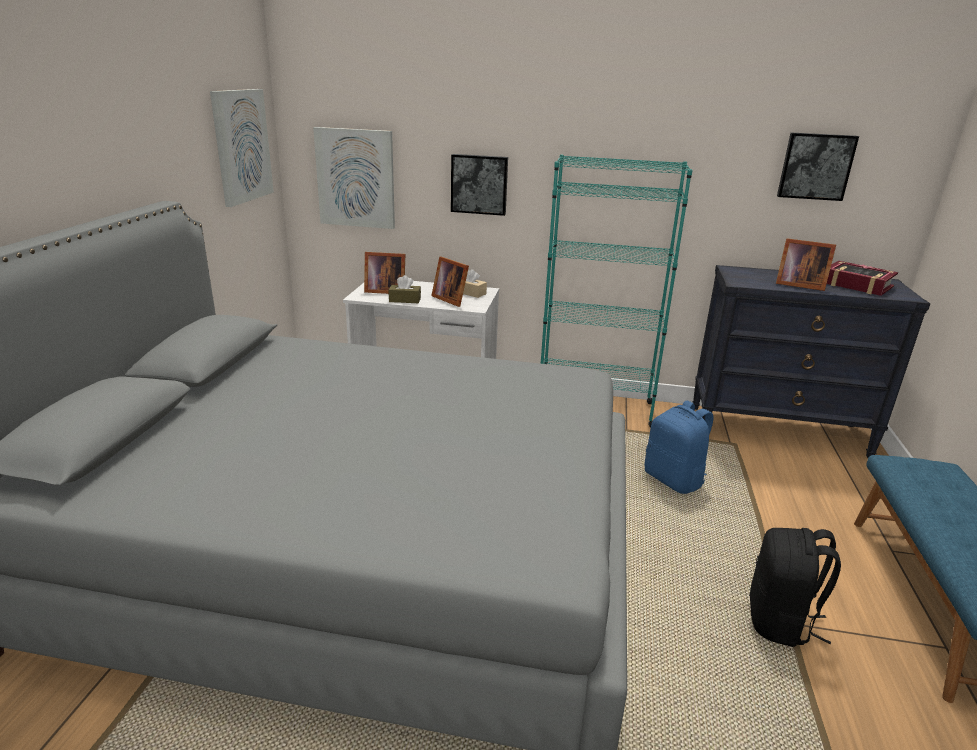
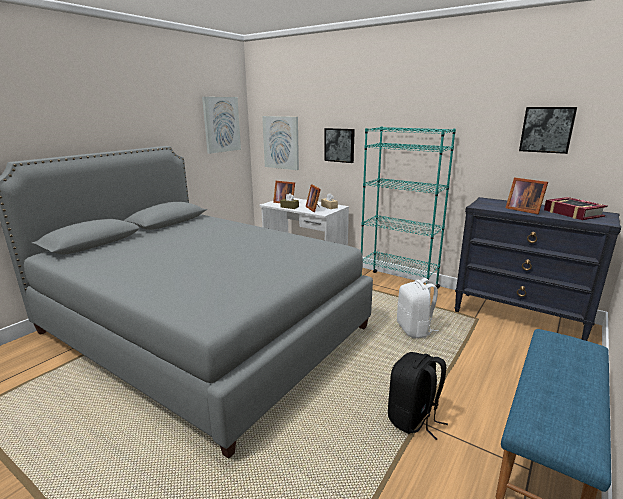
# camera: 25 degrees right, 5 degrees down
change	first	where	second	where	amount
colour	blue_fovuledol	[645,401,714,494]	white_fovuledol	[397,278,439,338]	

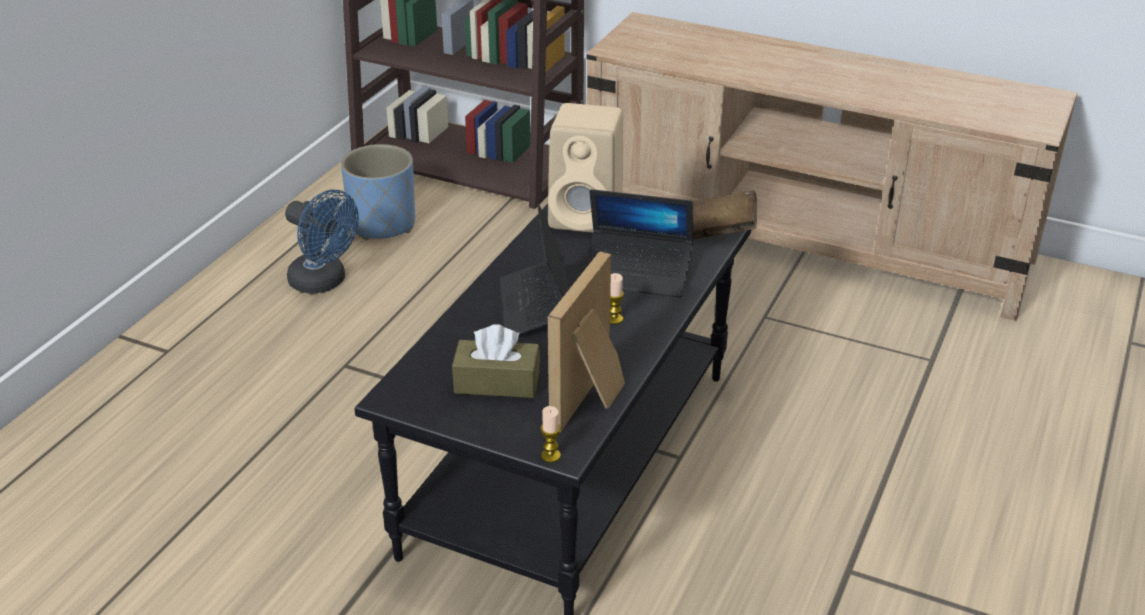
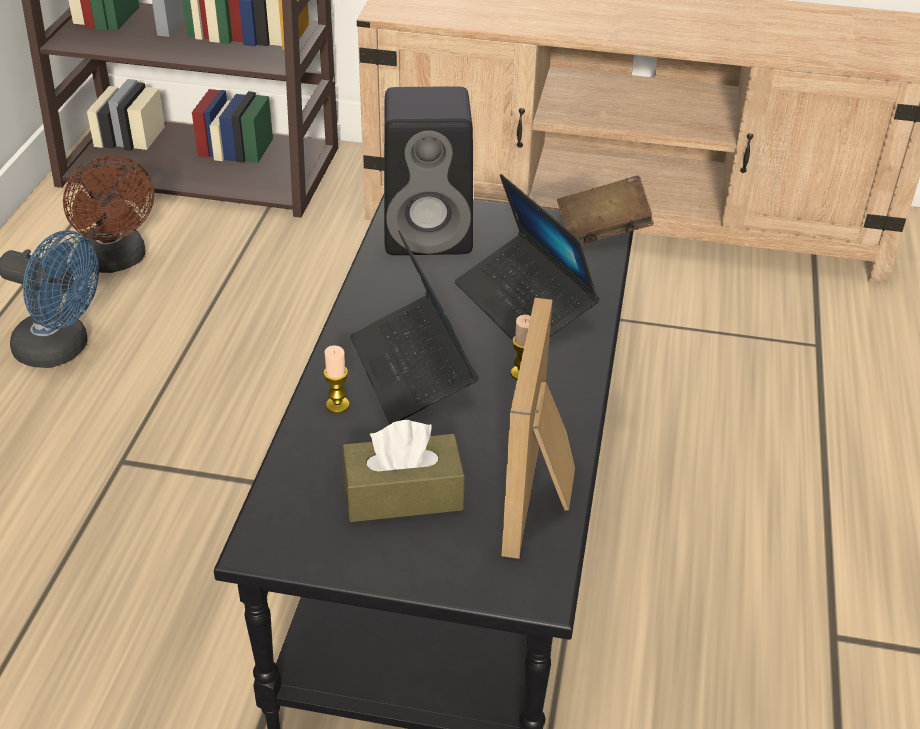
# camera: 15 degrees left, 5 degrees up
change	first	where	second	where	amount
exchanged	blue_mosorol	[341,144,415,240]	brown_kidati	[63,156,154,273]	
relocated	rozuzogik	[541,406,561,463]		[323,345,350,413]	
colour	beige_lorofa	[548,103,623,233]	black_lorofa	[384,86,473,255]	
spun	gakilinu	[584,189,693,298]		[455,174,599,340]	60 degrees clockwise

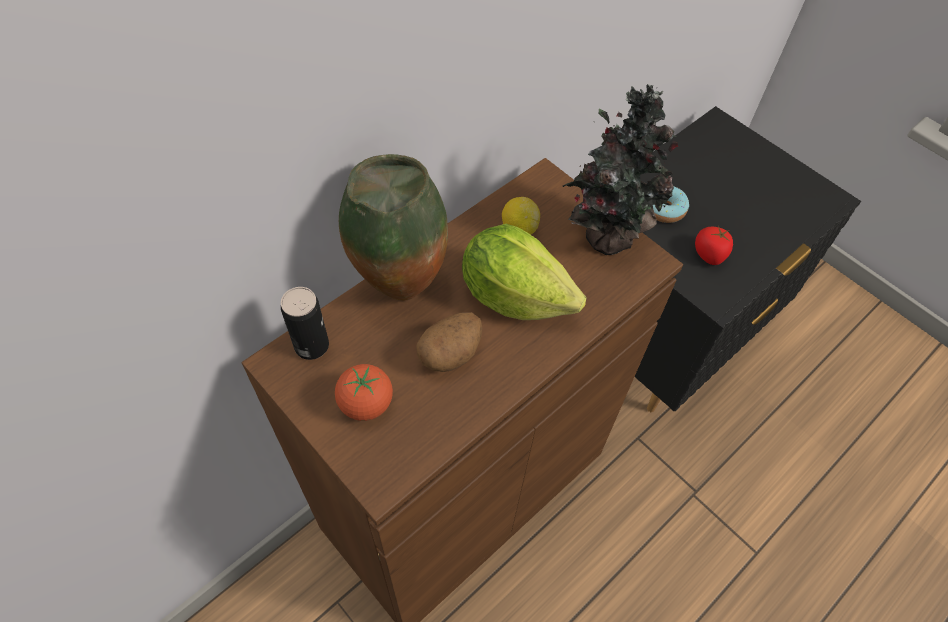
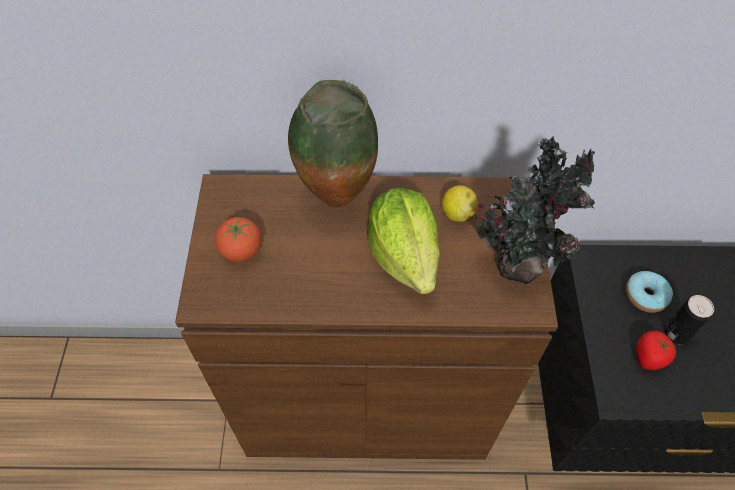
# camera: 45 degrees right, 0 degrees up
change	first	where	second	where	amount
relocated	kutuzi	[281,287,329,360]		[664,295,714,344]	
missing	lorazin	[416,312,483,372]			

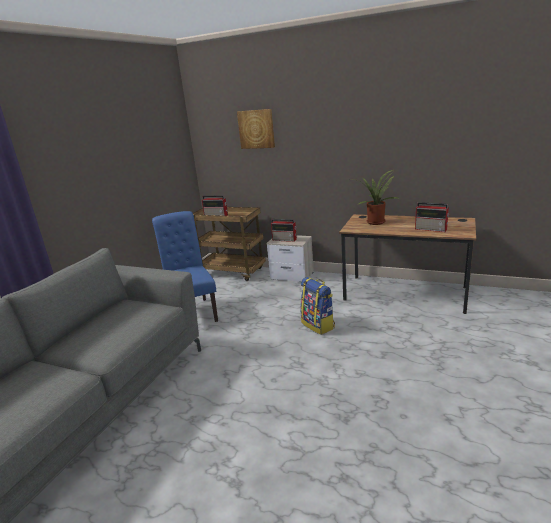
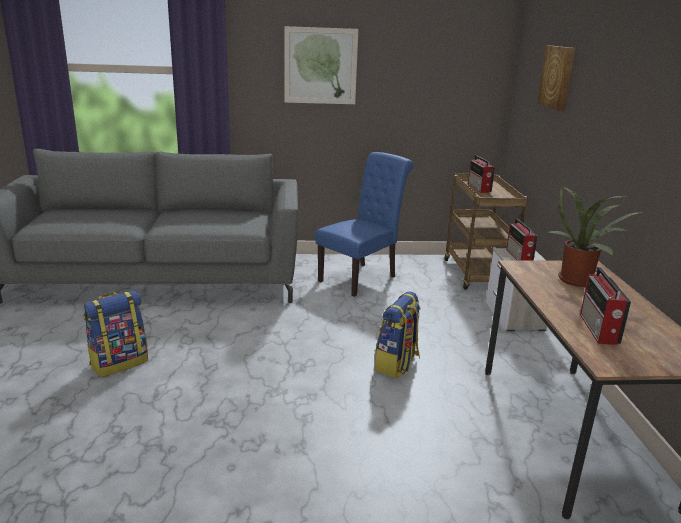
# camera: 60 degrees right, 0 degrees up
change	first	where	second	where	amount
appeared			fovuledol	[83,290,148,377]	
appeared			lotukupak	[285,26,358,104]	

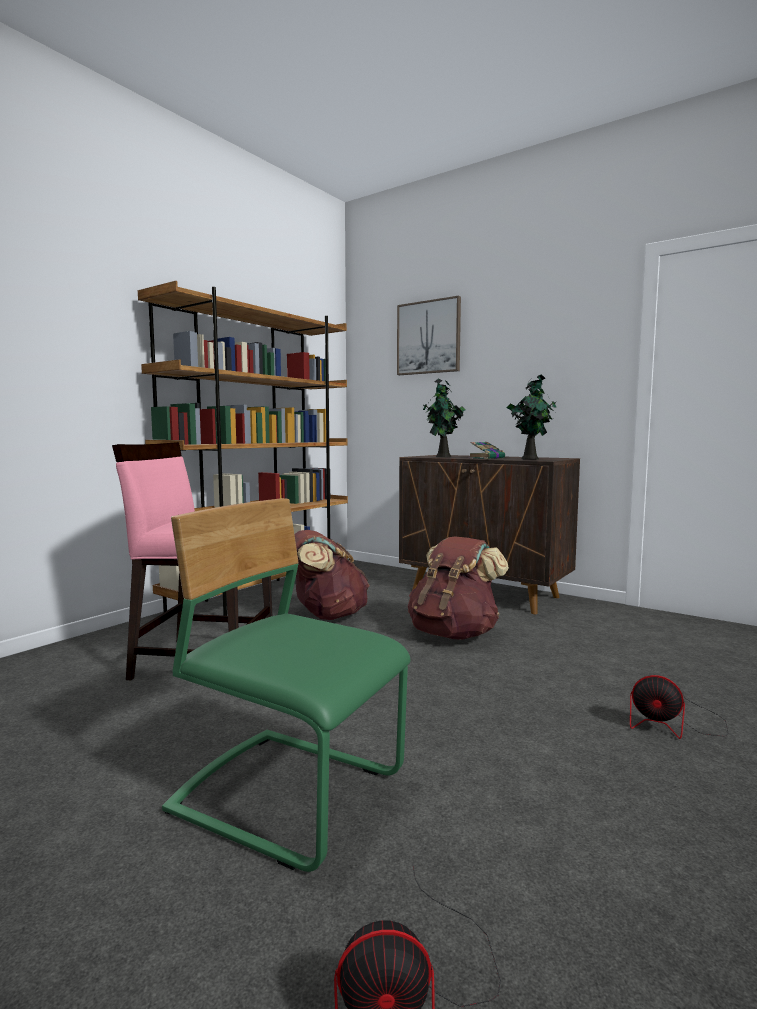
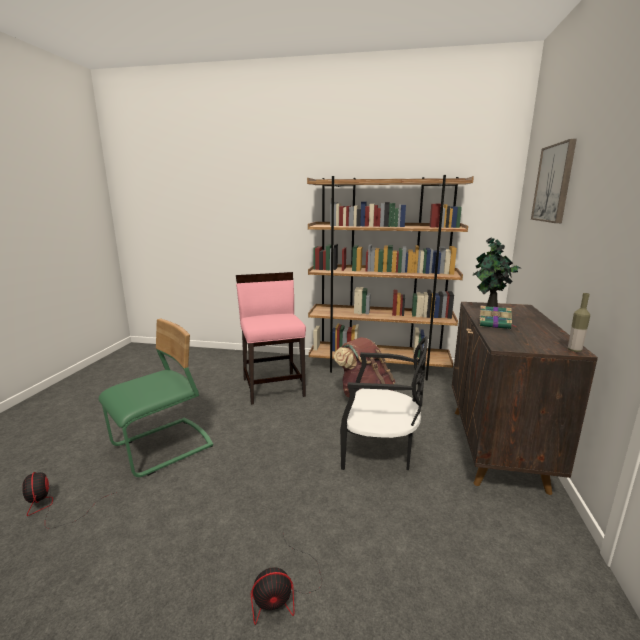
# camera: 65 degrees right, 10 degrees up
change	first	where	second	where	amount
spun	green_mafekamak	[162,498,411,872]		[99,319,213,477]	45 degrees clockwise
spun	kidati	[630,675,729,739]		[251,534,322,625]	105 degrees counterclockwise
exchanged	brown_fovuledol	[408,536,509,640]	black_mafekamak	[340,336,428,470]	
appeared			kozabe	[568,293,590,352]	
missing	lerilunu	[507,374,556,459]			

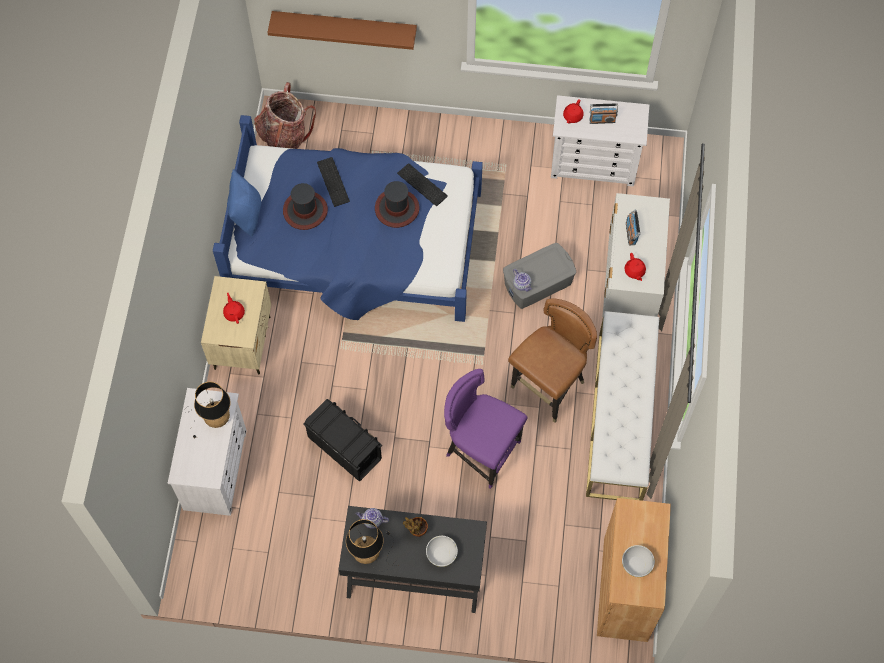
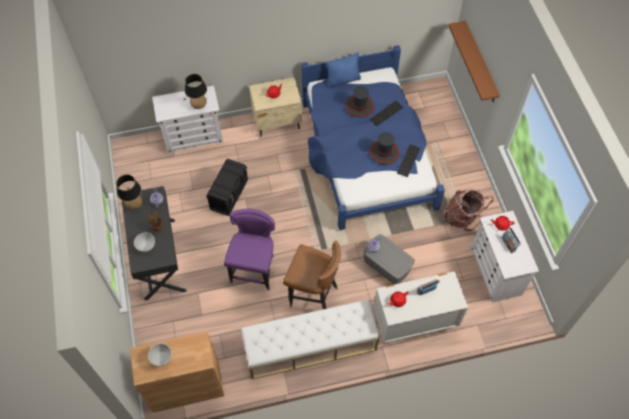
# camera: 70 degrees right, 5 degrees down
change	first	where	second	where	amount
relocated	fovuledol	[254,82,316,149]		[445,189,494,231]	

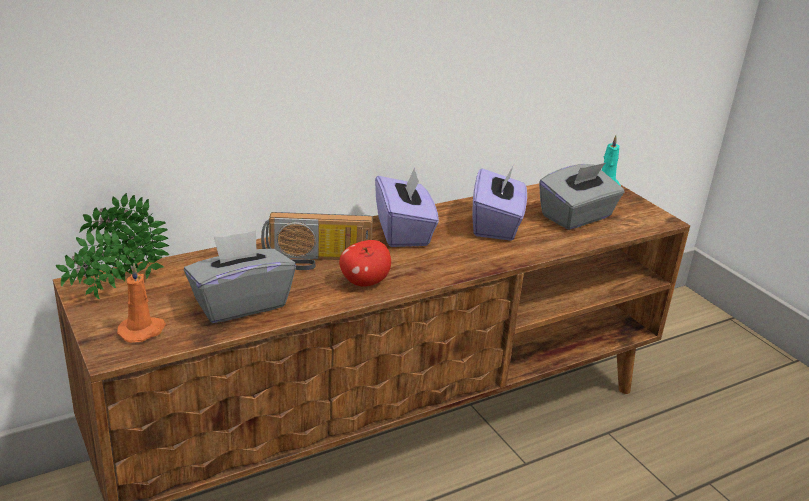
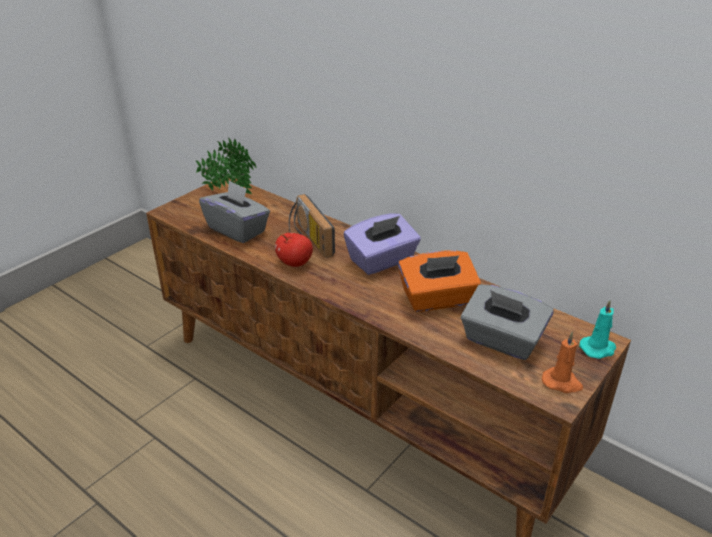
# camera: 70 degrees right, 5 degrees up
change	first	where	second	where	amount
colour	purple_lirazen	[472,166,527,241]	orange_lirazen	[398,250,481,312]	
relocated	orange_rozuzogik	[117,263,166,343]		[542,332,583,393]	

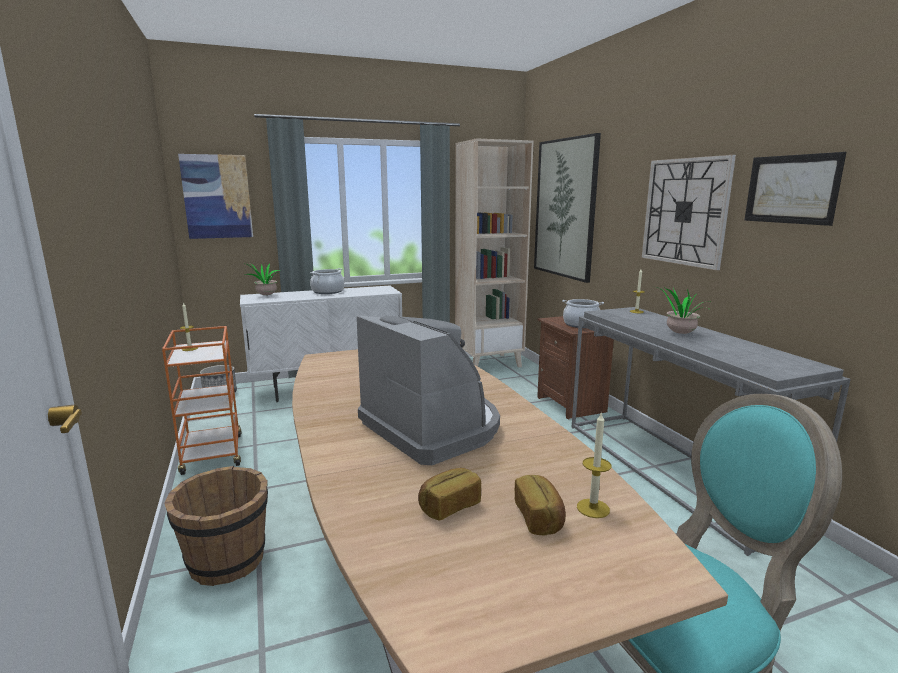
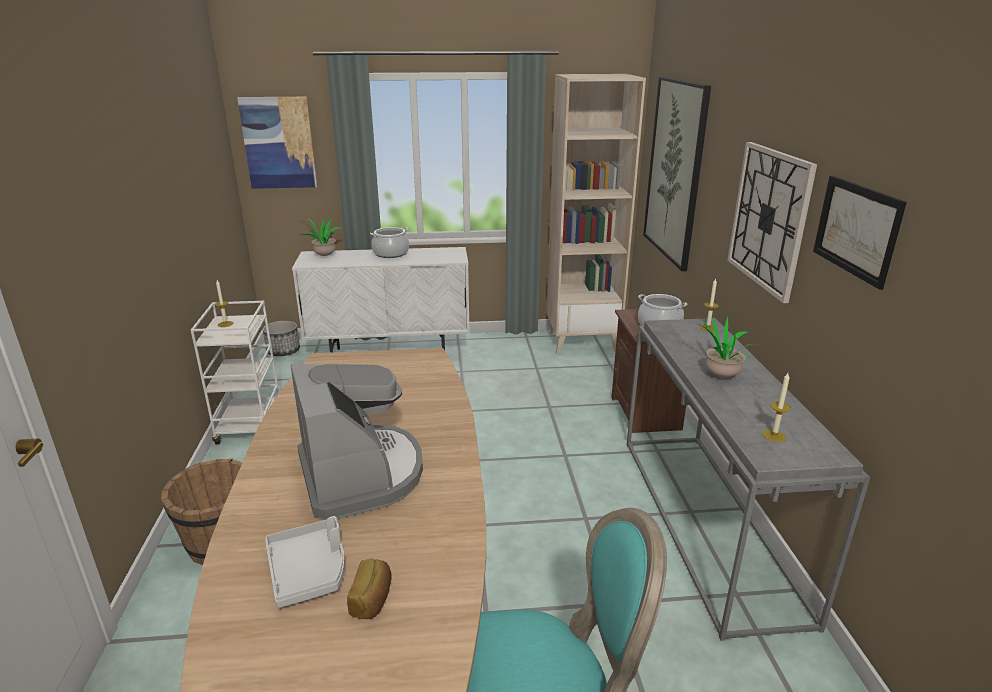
# camera: 15 degrees right, 10 degrees up
change	first	where	second	where	amount
colour	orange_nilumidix	[162,326,242,475]	white_nilumidix	[191,301,279,444]	
exchanged	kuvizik	[418,468,481,521]	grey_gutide	[265,516,345,608]	
relocated	rozuzogik	[577,411,611,518]		[762,373,791,442]	

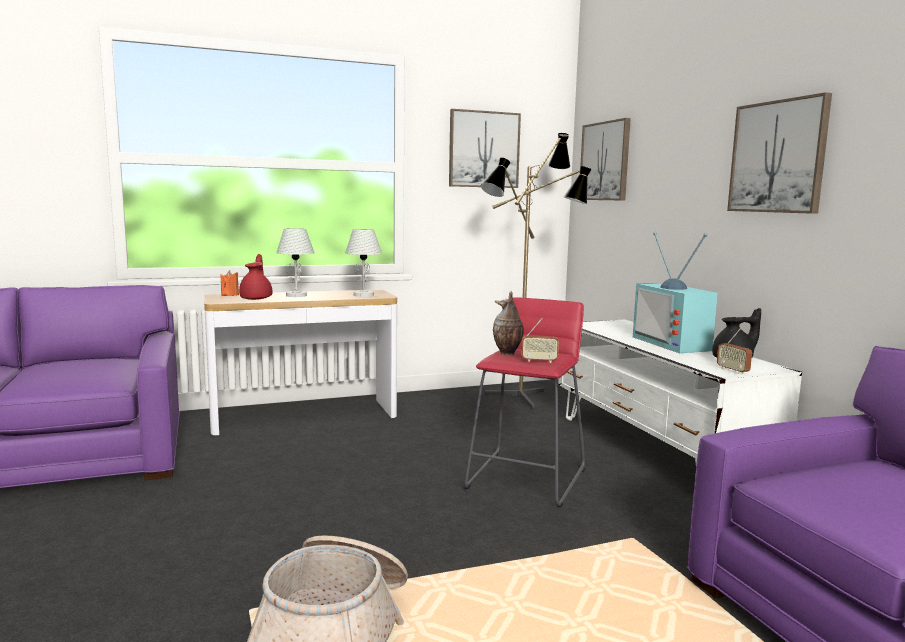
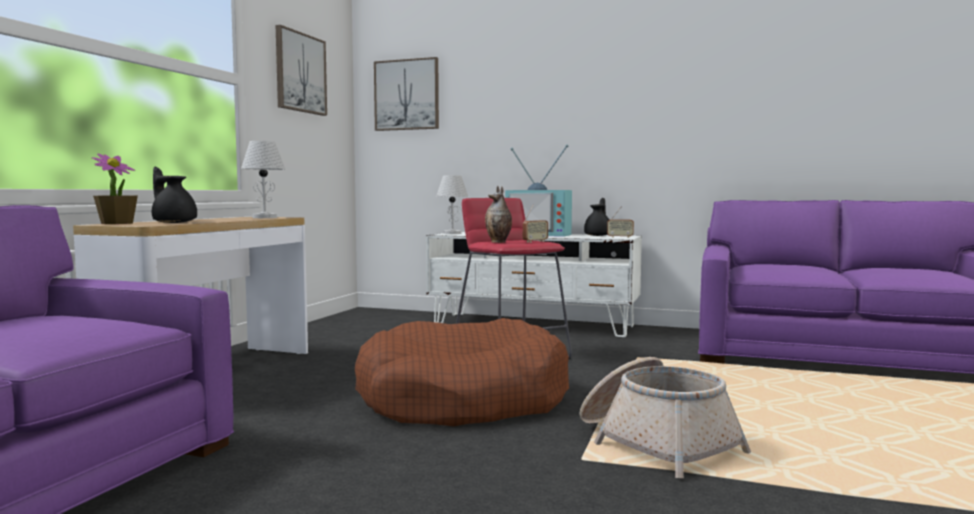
# camera: 50 degrees left, 5 degrees down
change	first	where	second	where	amount
exchanged	orange_rozuzogik	[221,270,239,296]	lerilunu	[92,153,138,224]	
colour	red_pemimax	[239,254,273,300]	black_pemimax	[152,167,197,223]	
appeared			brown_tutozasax	[355,318,569,426]	
relocated	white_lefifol	[276,228,315,297]		[436,176,468,234]	
missing	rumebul	[481,133,592,409]			
missing	lotukupak	[727,92,832,214]			

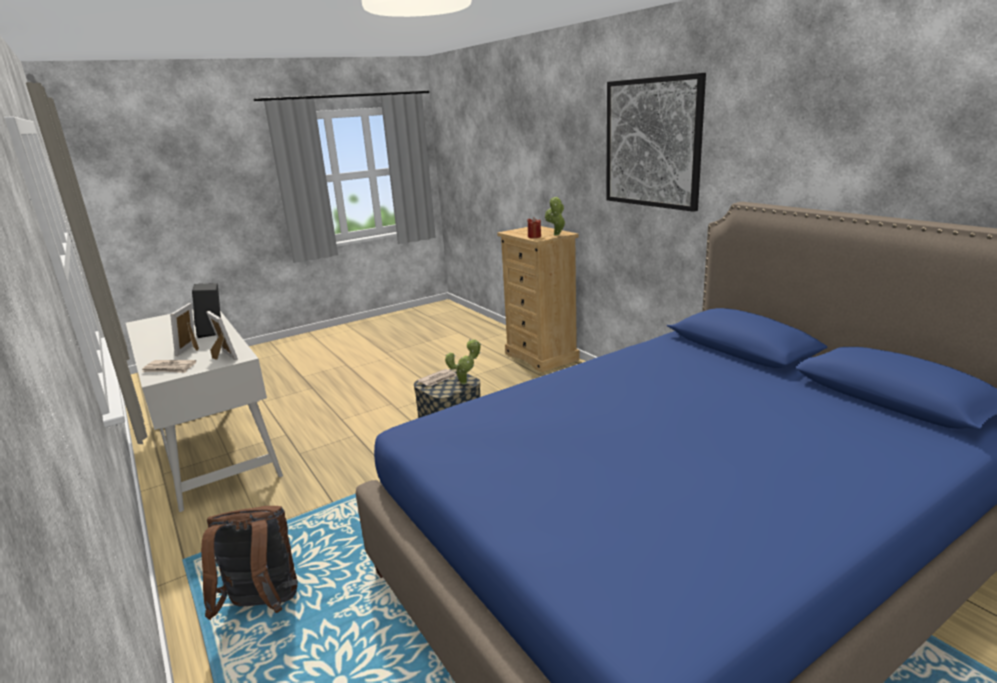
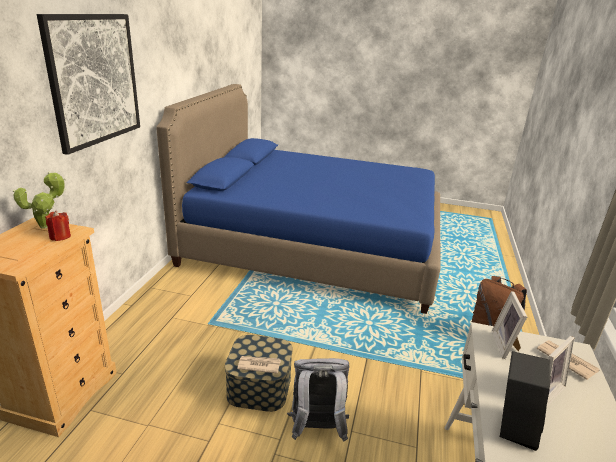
# camera: 135 degrees left, 5 degrees up
change	first	where	second	where	amount
appeared			grey_fovuledol	[287,358,350,442]	
missing	lerilunu	[445,339,481,385]			

